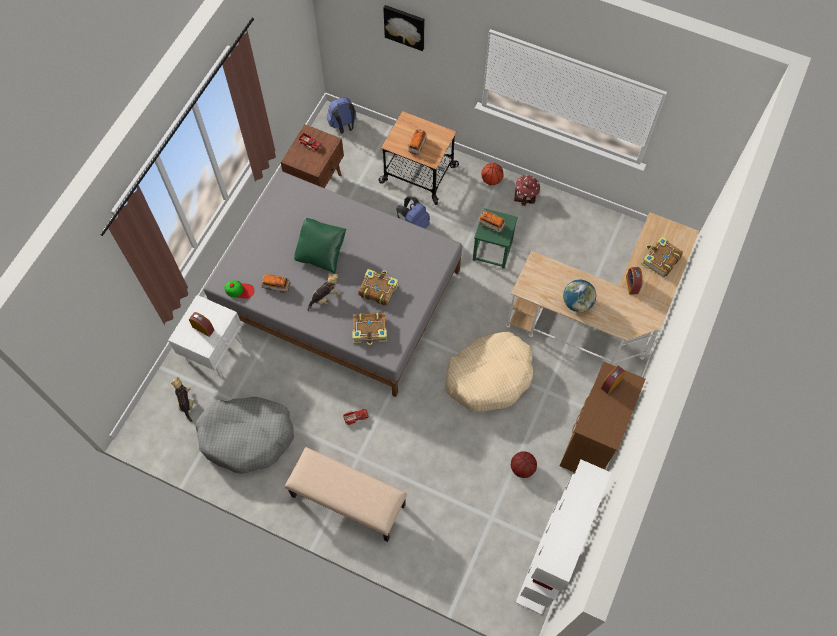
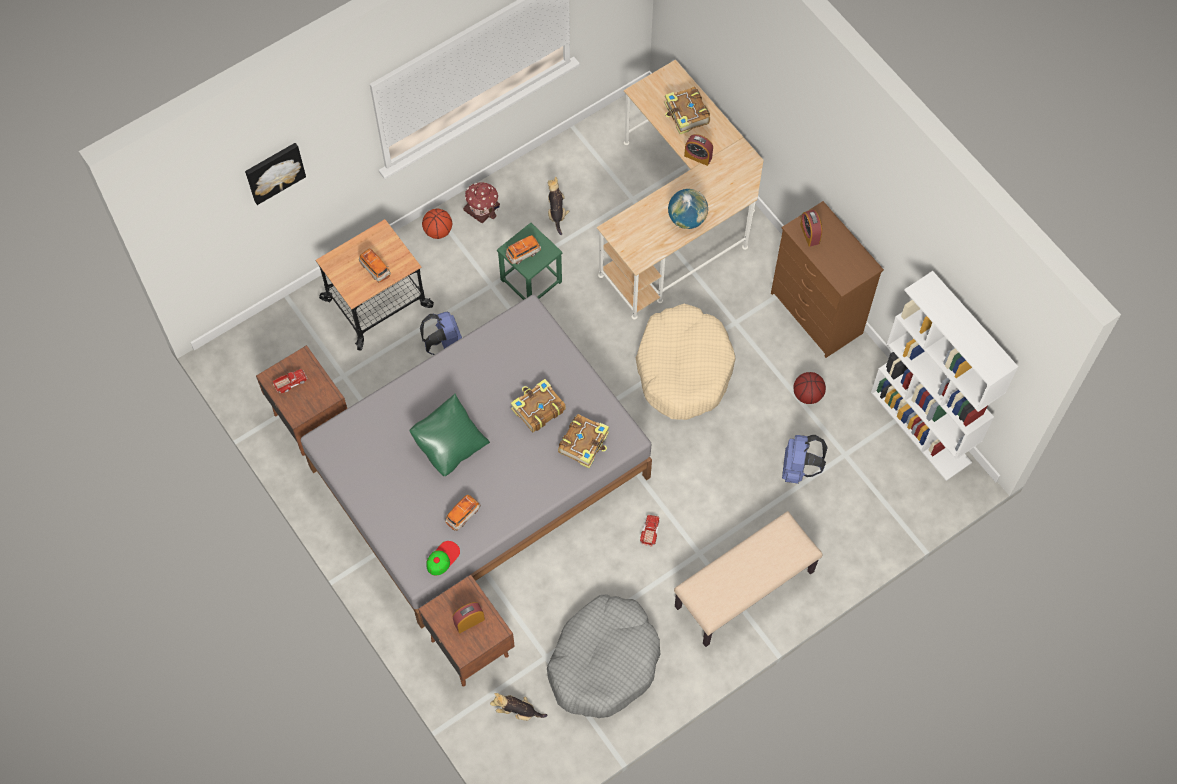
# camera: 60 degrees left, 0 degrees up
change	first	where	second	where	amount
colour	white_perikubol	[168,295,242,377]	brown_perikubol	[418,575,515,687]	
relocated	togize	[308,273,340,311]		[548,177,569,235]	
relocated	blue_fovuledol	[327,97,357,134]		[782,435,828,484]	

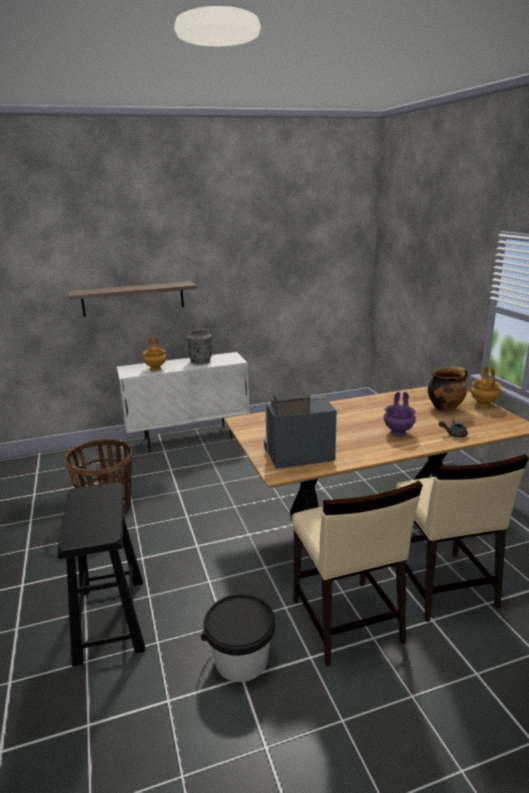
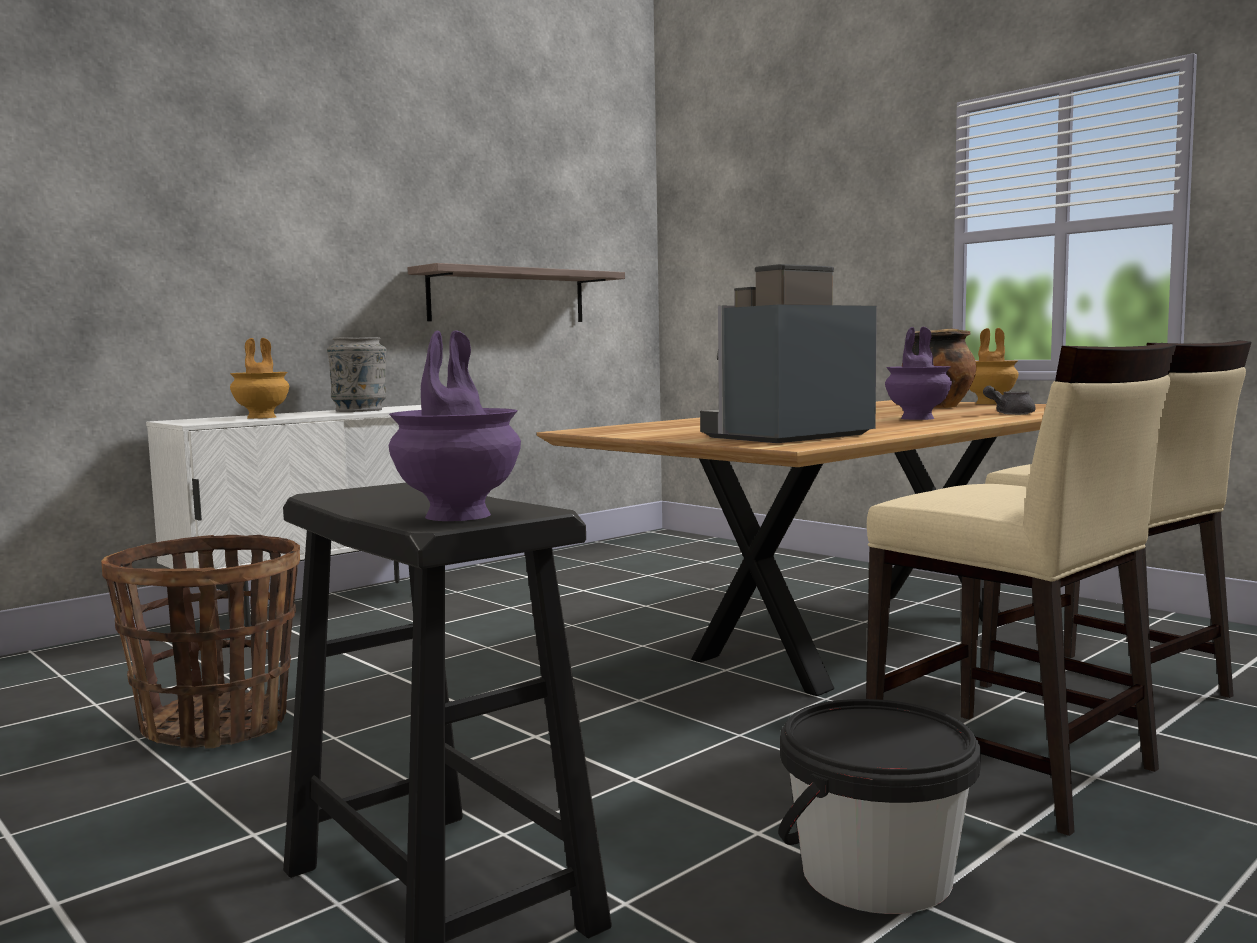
# camera: 25 degrees left, 15 degrees down
change	first	where	second	where	amount
appeared			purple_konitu	[389,330,521,521]	
relocated	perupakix	[69,281,197,317]		[408,263,625,322]	

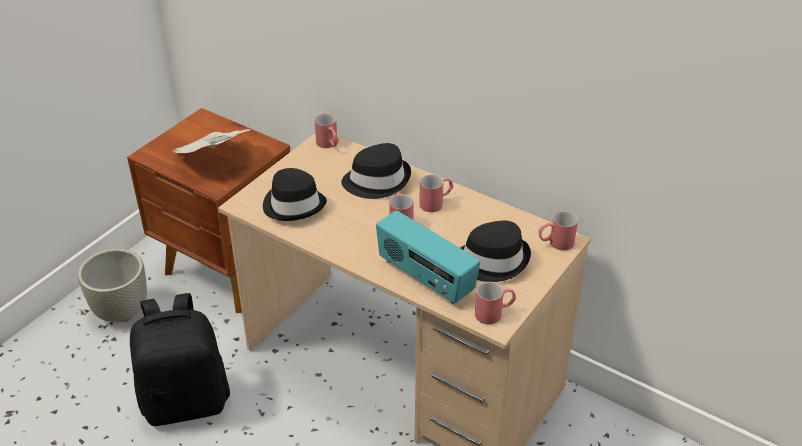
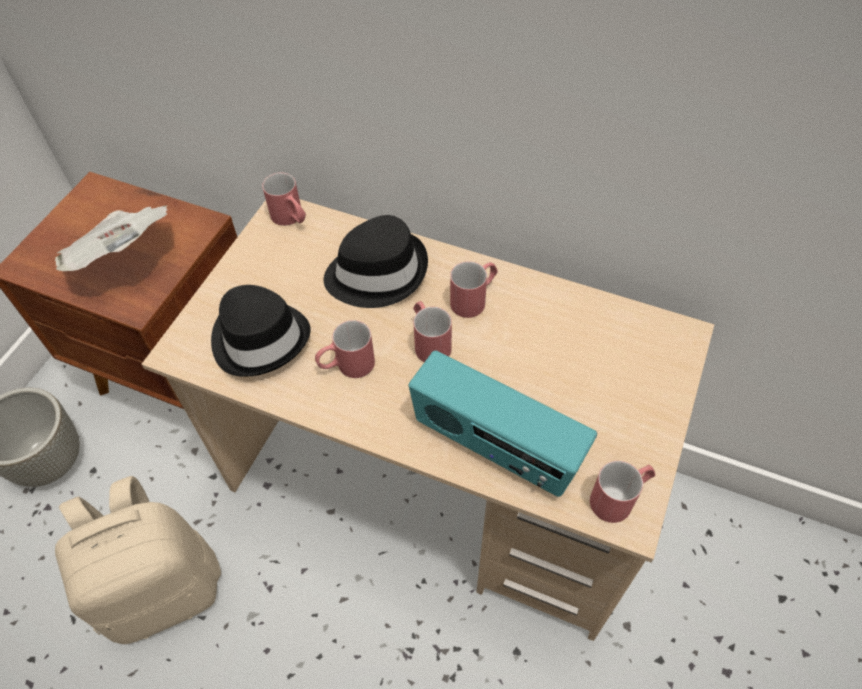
# camera: 10 degrees left, 15 degrees up
change	first	where	second	where	amount
colour	black_fovuledol	[130,293,230,426]	beige_fovuledol	[55,476,221,644]	
relocated	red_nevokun	[539,211,578,251]		[315,320,375,378]	
missing	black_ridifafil	[461,221,531,282]			

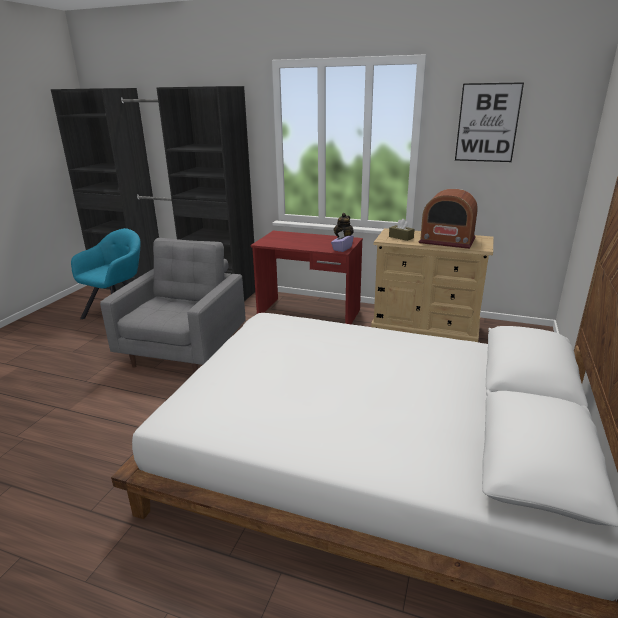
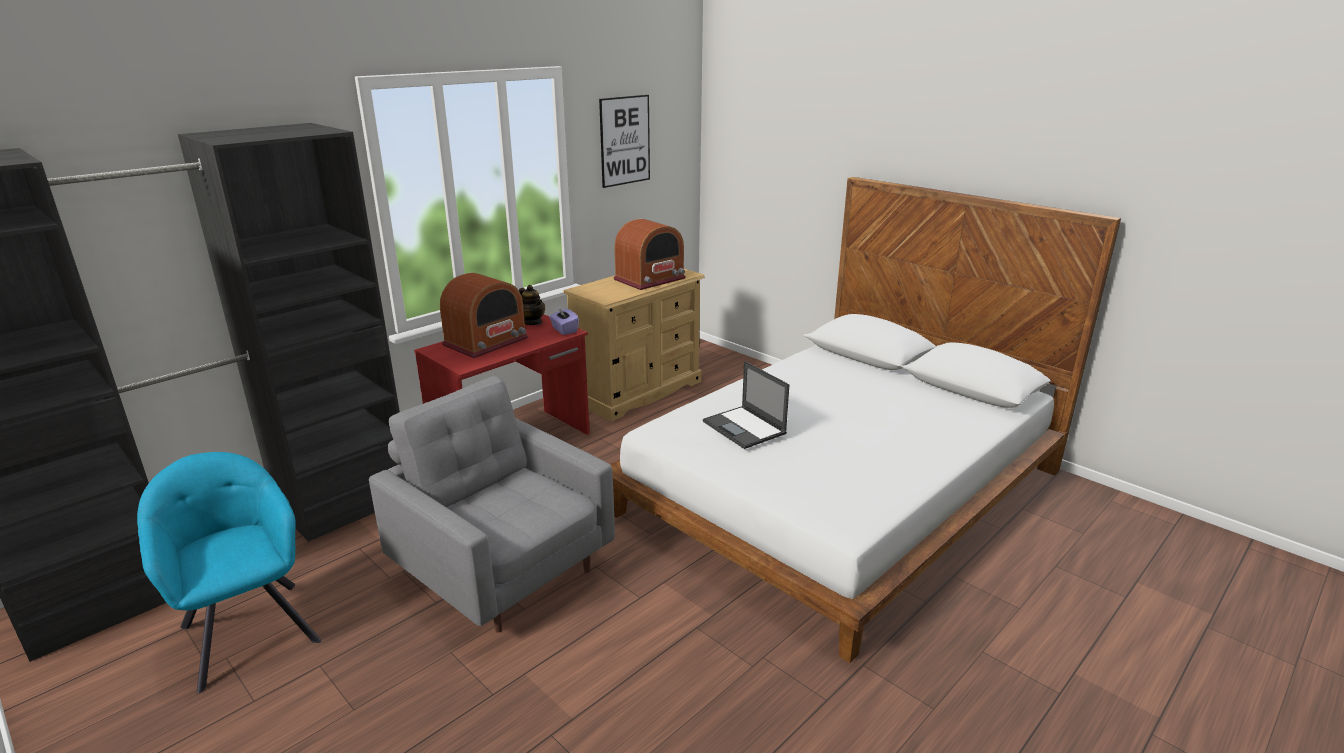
# camera: 65 degrees left, 0 degrees up
change	first	where	second	where	amount
appeared			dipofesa	[440,273,528,358]	
appeared			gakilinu	[703,361,790,449]	
missing	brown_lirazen	[389,219,415,241]			

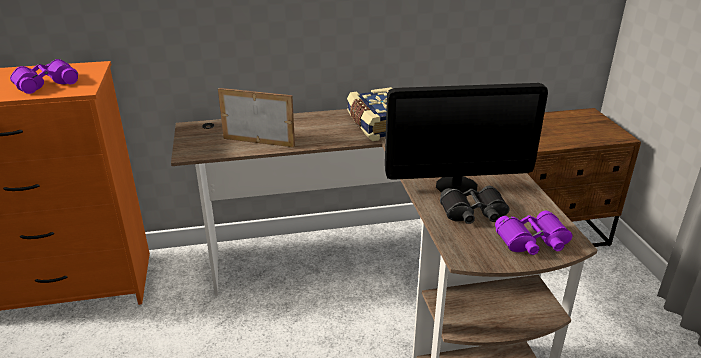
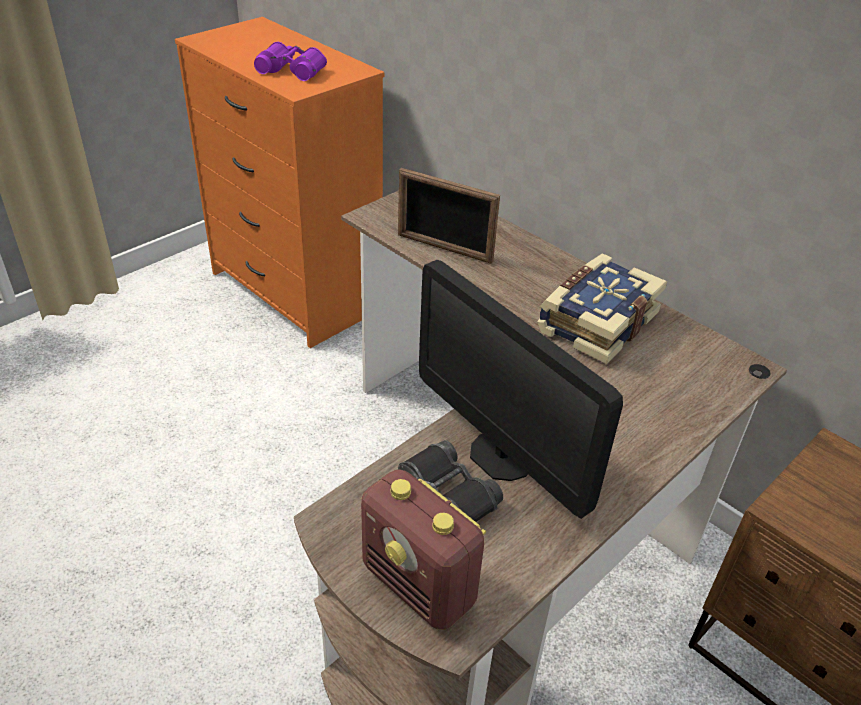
# camera: 55 degrees right, 10 degrees up
change	first	where	second	where	amount
exchanged	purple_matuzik	[495,211,572,255]	dipofesa	[361,469,486,630]	
spun	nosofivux	[218,88,295,147]		[398,168,500,264]	135 degrees clockwise

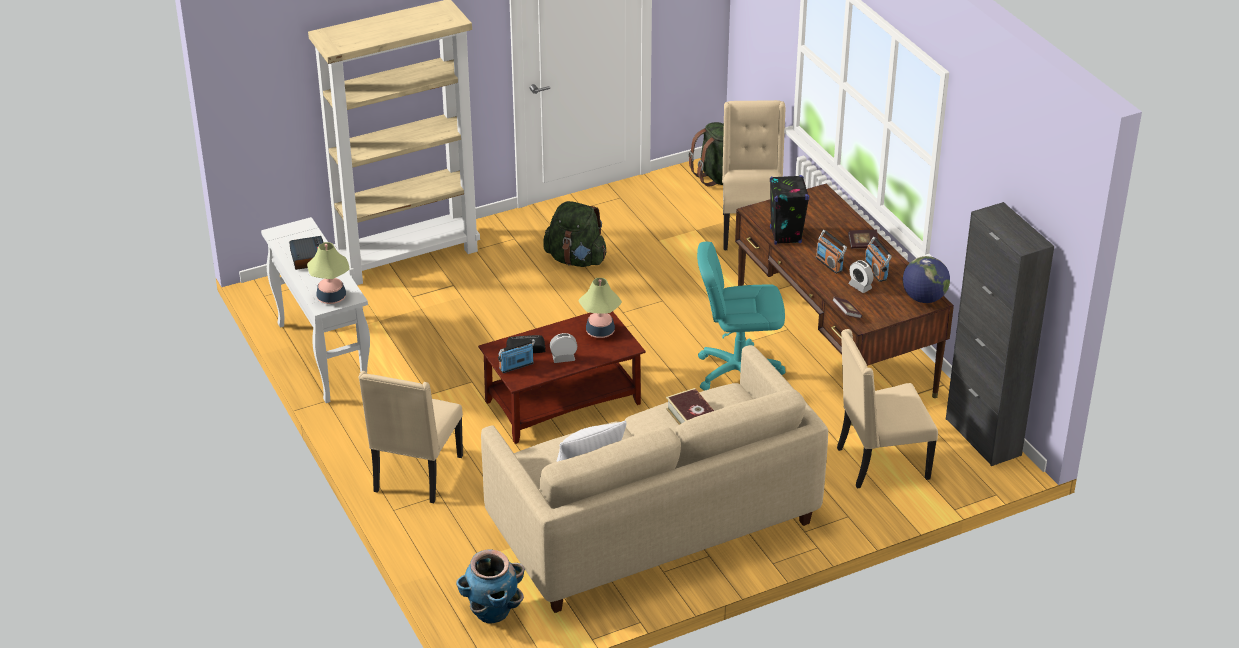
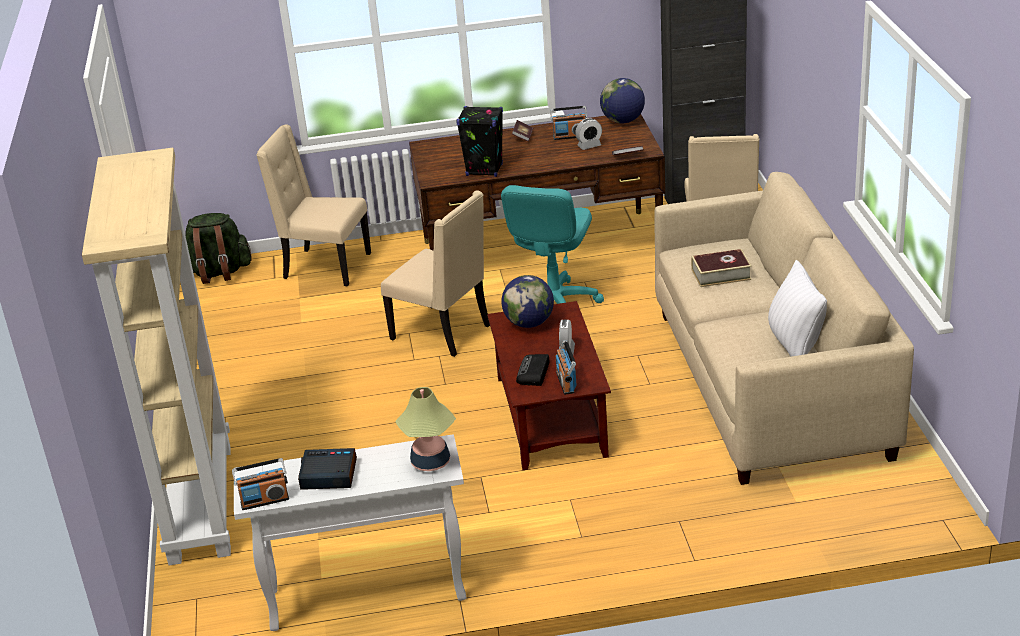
# camera: 70 degrees left, 5 degrees down
change	first	where	second	where	amount
relocated	dipofesa	[816,230,847,274]		[232,458,289,510]	
relocated	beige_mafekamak	[358,371,463,503]		[381,190,490,357]	
exchanged	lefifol	[578,278,622,338]	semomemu	[501,275,554,328]	
missing	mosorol	[456,549,525,624]			
missing	green_fovuledol	[543,201,607,267]			

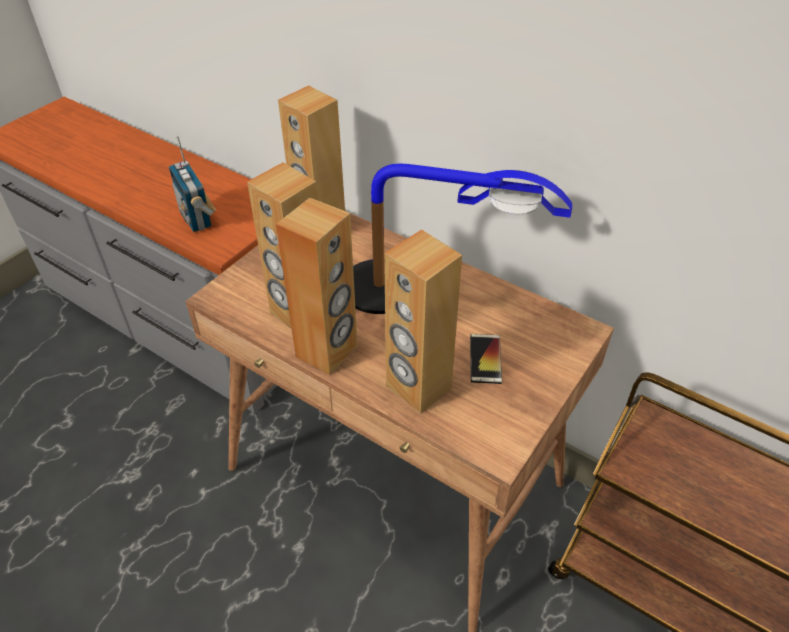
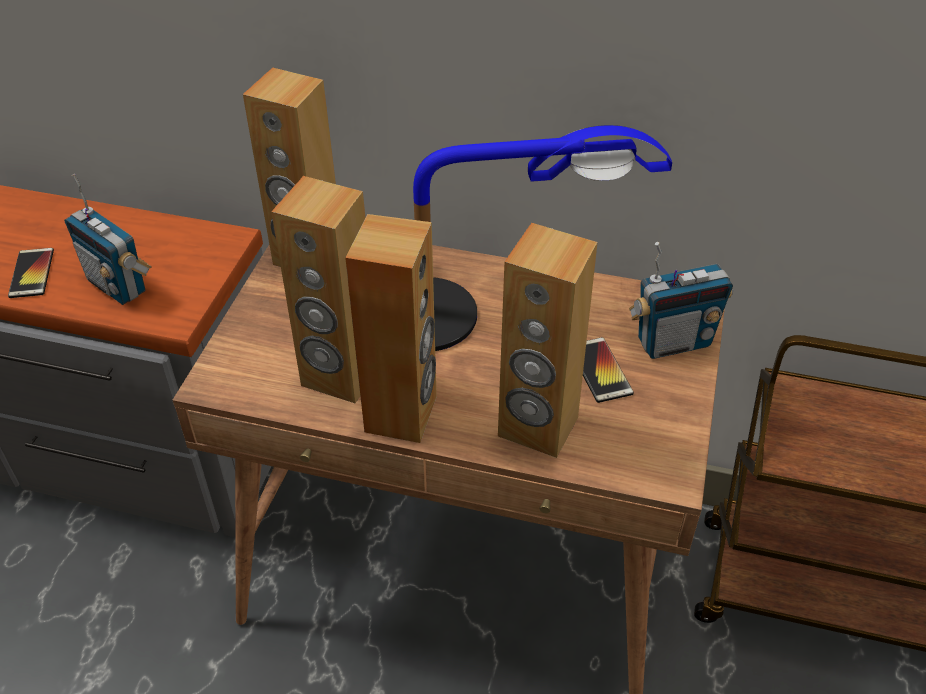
# camera: 20 degrees left, 0 degrees up
change	first	where	second	where	amount
appeared			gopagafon	[8,248,54,298]	
appeared			dipofesa	[629,242,733,359]	

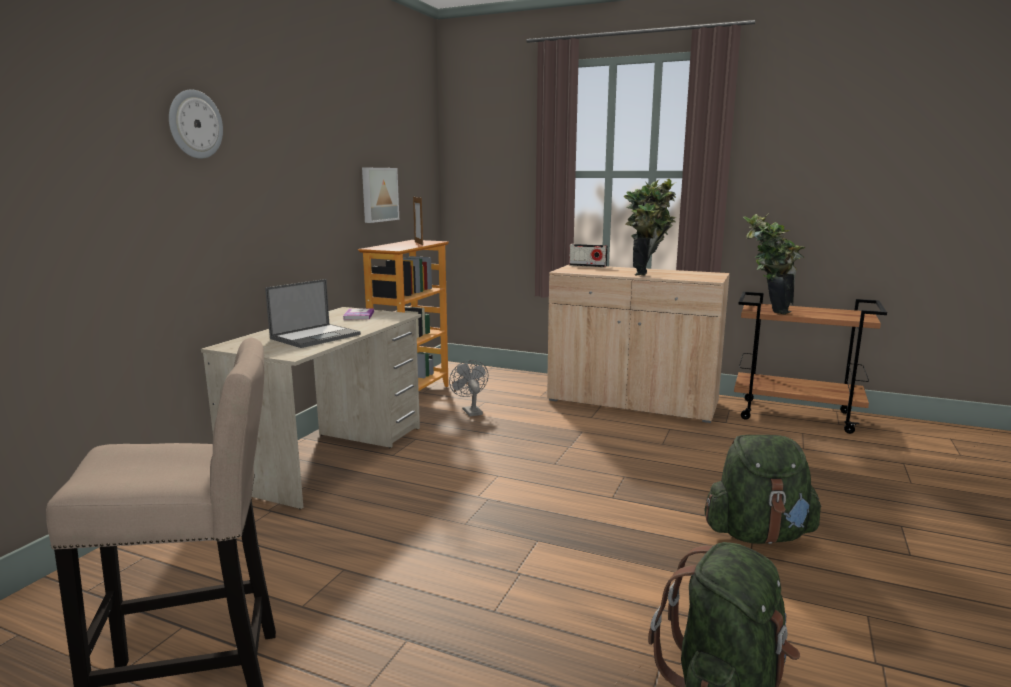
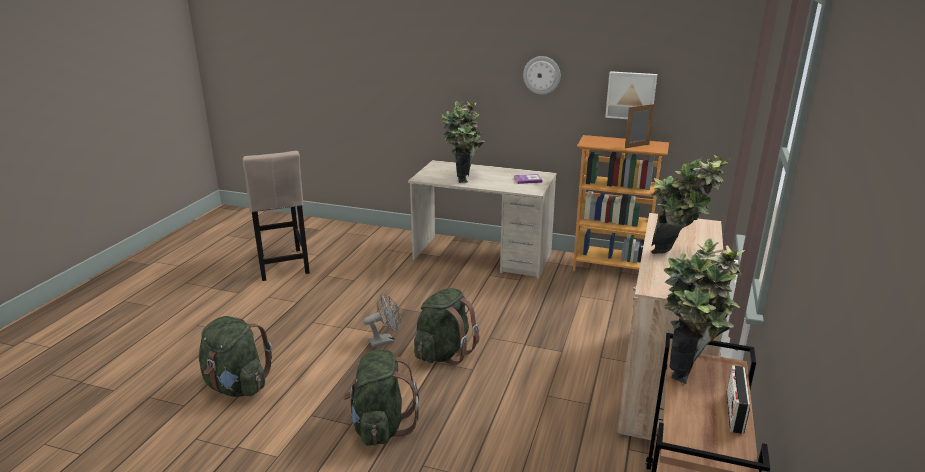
# camera: 85 degrees right, 10 degrees up
change	first	where	second	where	amount
relocated	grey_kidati	[449,360,488,417]		[363,294,401,347]	
appeared			green_fovuledol	[414,288,479,366]	
exchanged	gakilinu	[265,279,361,348]	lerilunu	[442,101,485,183]	
relocated	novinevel	[169,89,223,159]		[523,56,561,94]	
relocated	dipofesa	[569,244,608,267]		[726,365,750,434]	

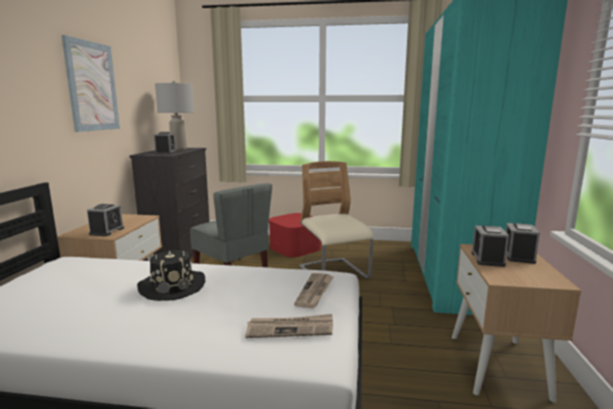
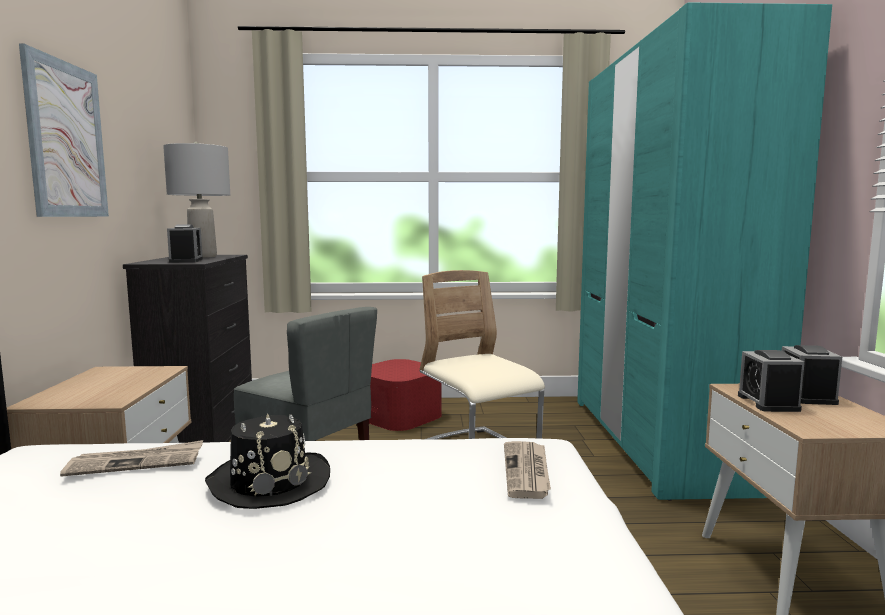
# camera: 10 degrees left, 5 degrees down
change	first	where	second	where	amount
relocated	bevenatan	[246,314,333,338]		[60,440,203,477]	
missing	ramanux	[87,204,124,236]			

